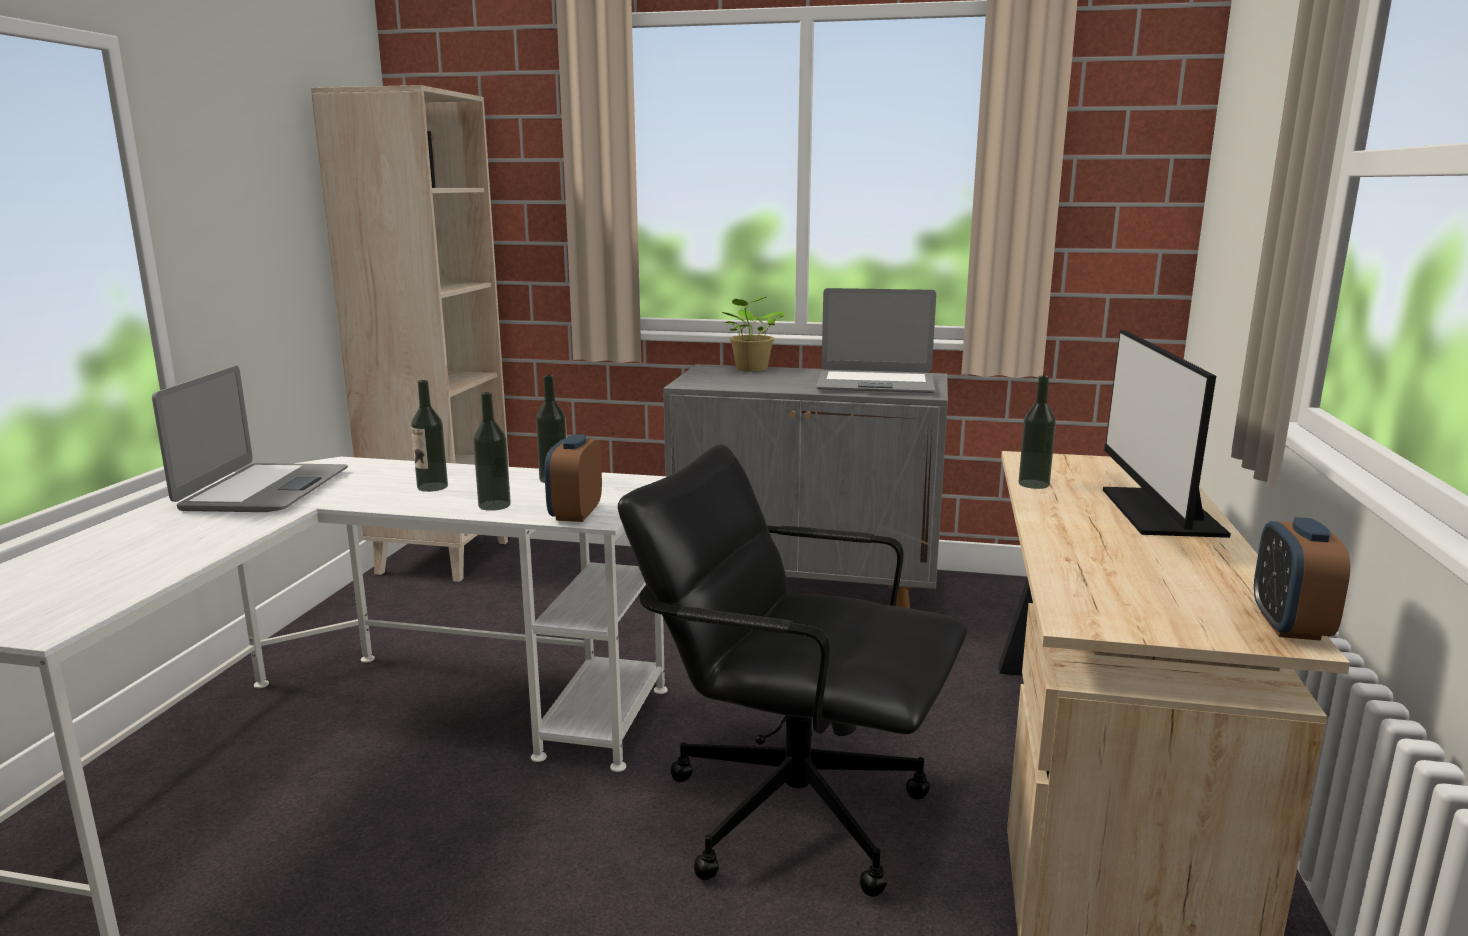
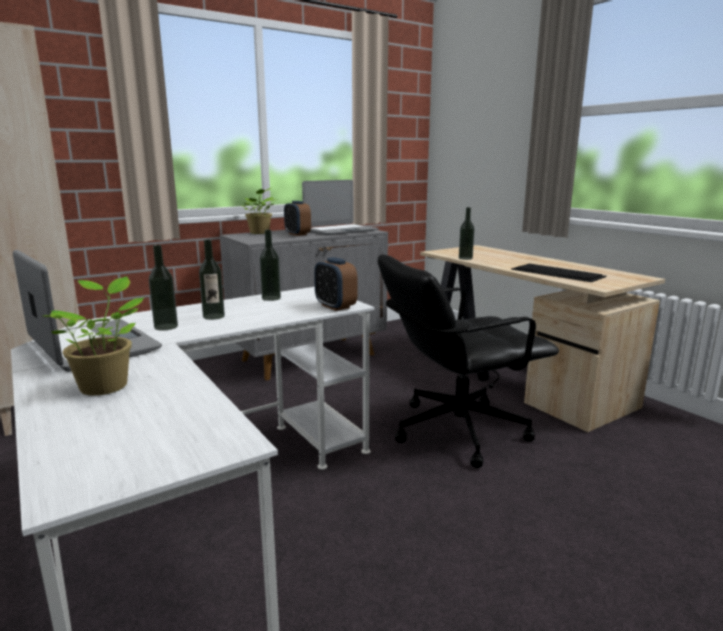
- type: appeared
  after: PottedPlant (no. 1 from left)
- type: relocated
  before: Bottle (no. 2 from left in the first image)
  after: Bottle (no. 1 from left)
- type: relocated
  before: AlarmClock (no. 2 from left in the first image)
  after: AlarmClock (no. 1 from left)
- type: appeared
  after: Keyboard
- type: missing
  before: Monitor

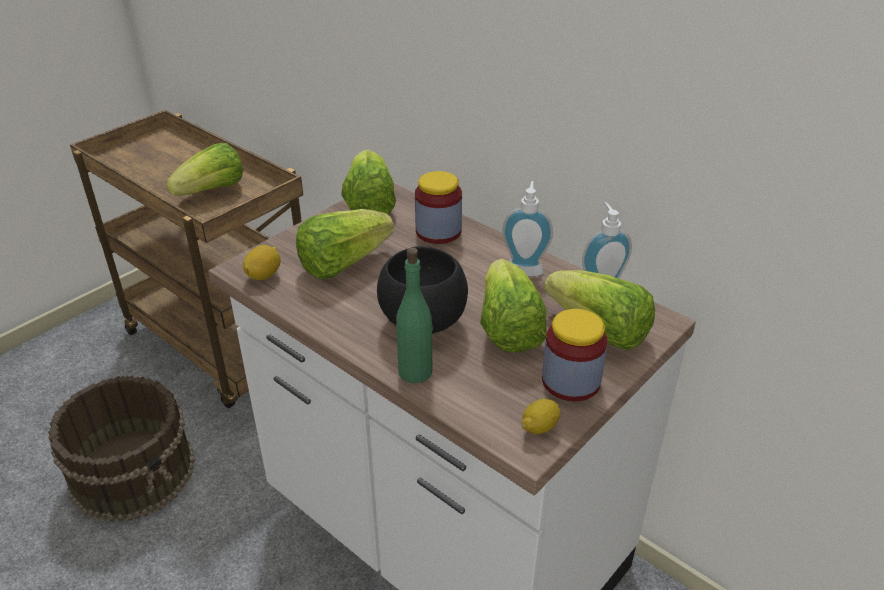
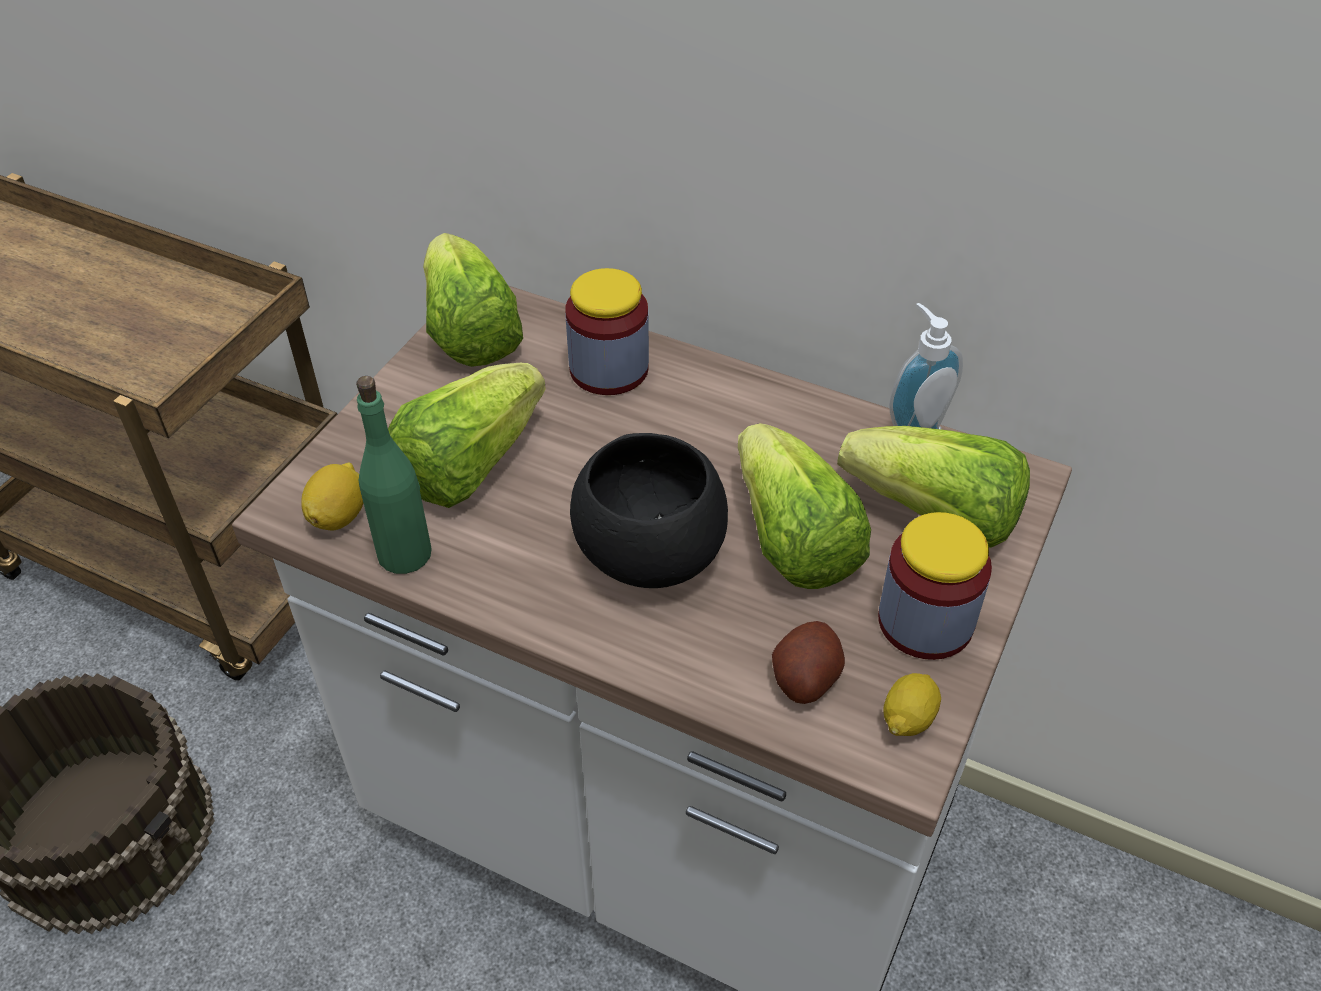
- type: relocated
  before: GreenBottle
- type: appeared
  after: Potato
- type: missing
  before: Lettuce (no. 1 from left)
- type: missing
  before: SoapDispenser (no. 1 from left)

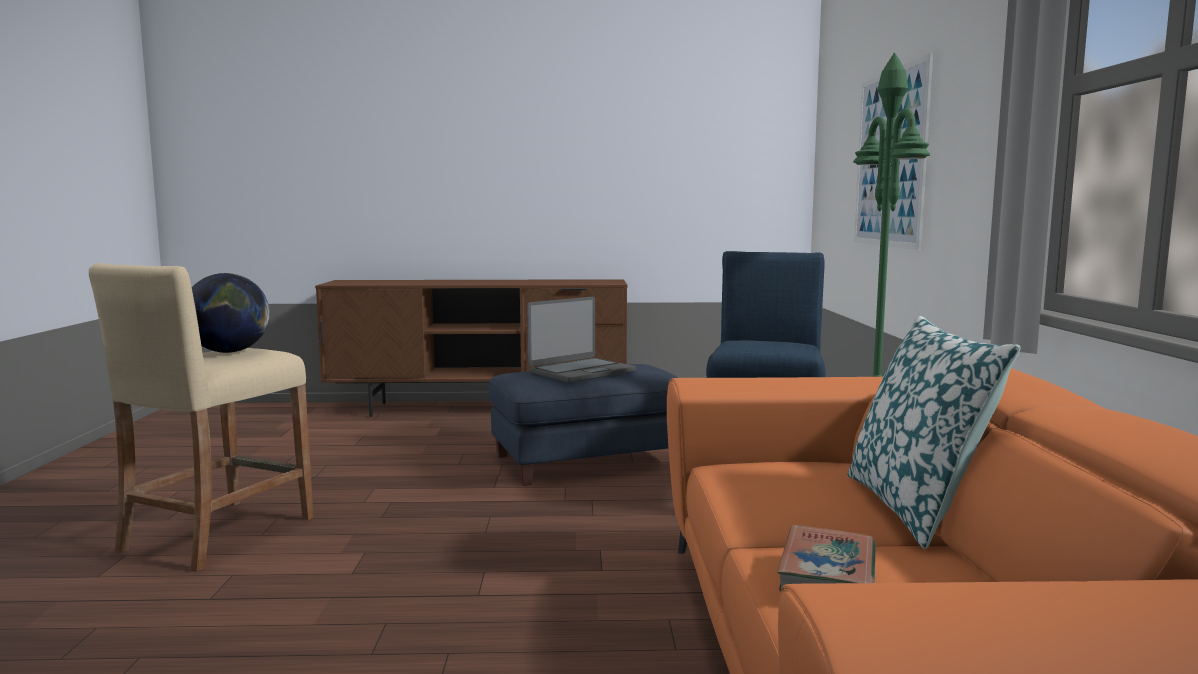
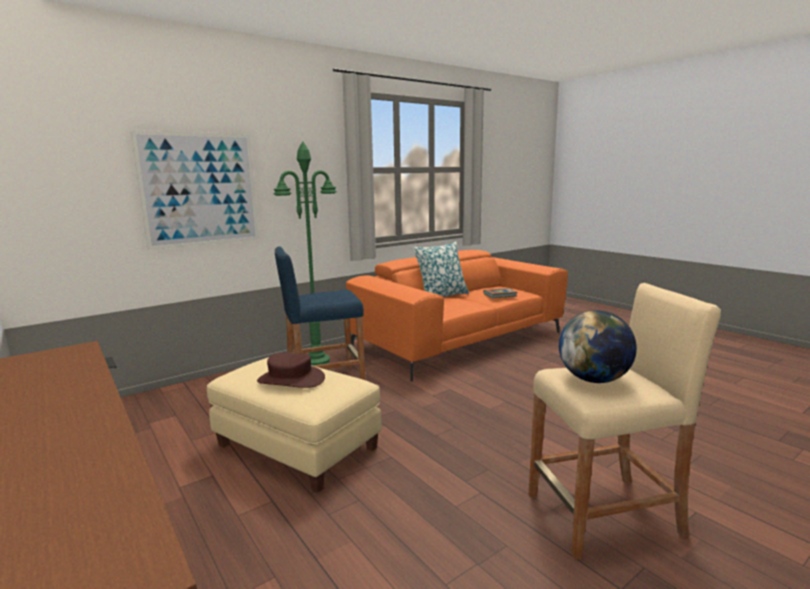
- type: colour
  before: BlueOttoman
  after: BeigeOttoman
- type: exchanged
  before: Laptop
  after: BrownHat

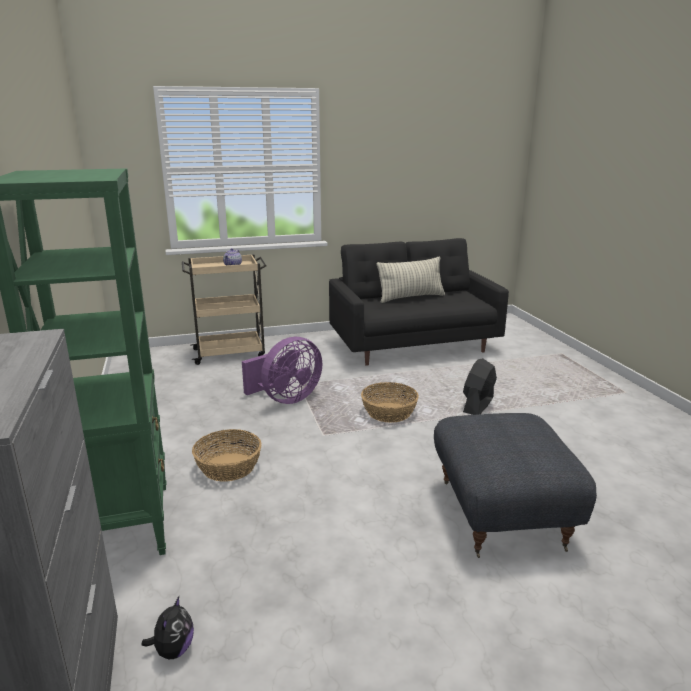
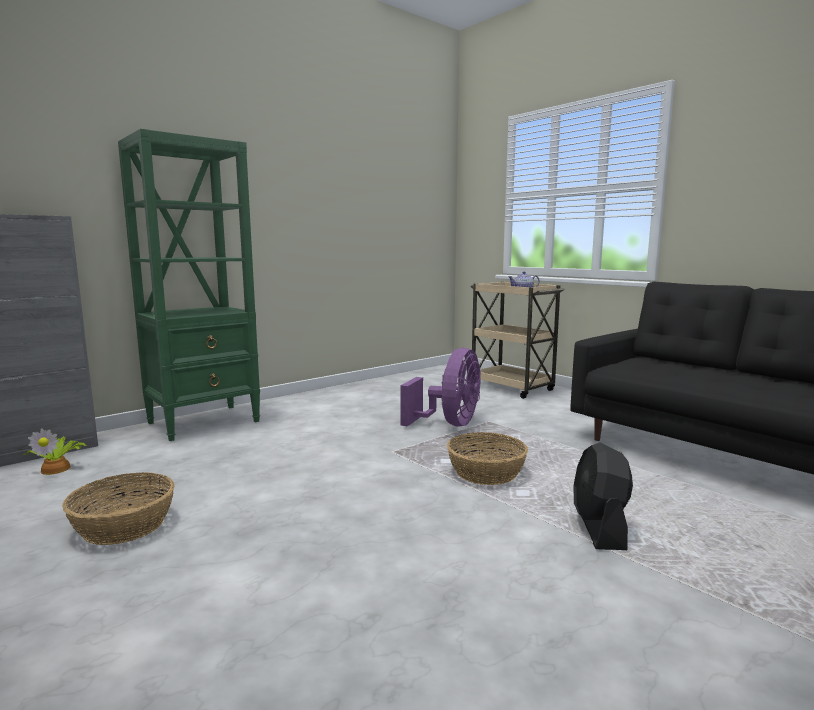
- type: exchanged
  before: PlushToy
  after: PottedPlant
- type: relocated
  before: Basket (no. 1 from left)
- type: spun
  before: PurpleFan
  turn: -90
- type: spun
  before: BlackFan
  turn: -90
- type: missing
  before: Pillow
- type: missing
  before: GreyOttoman

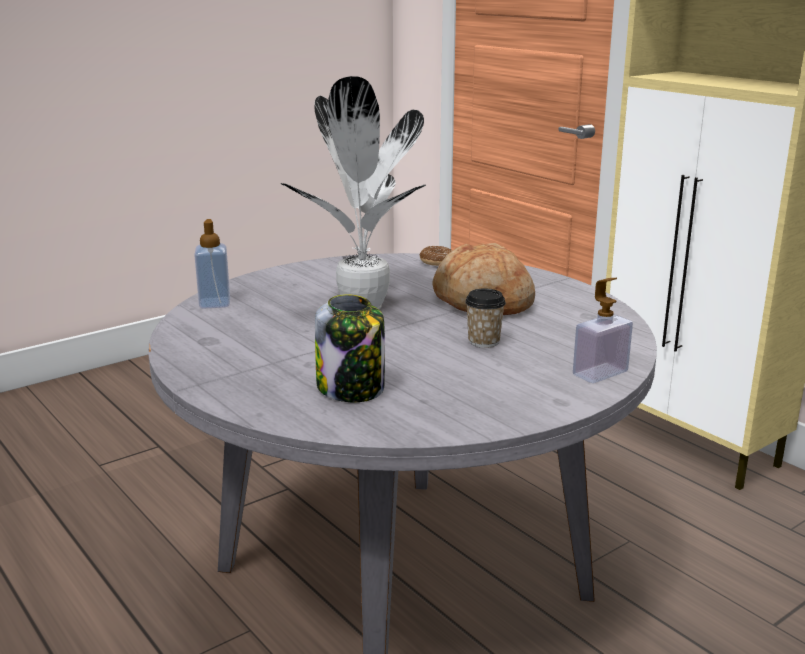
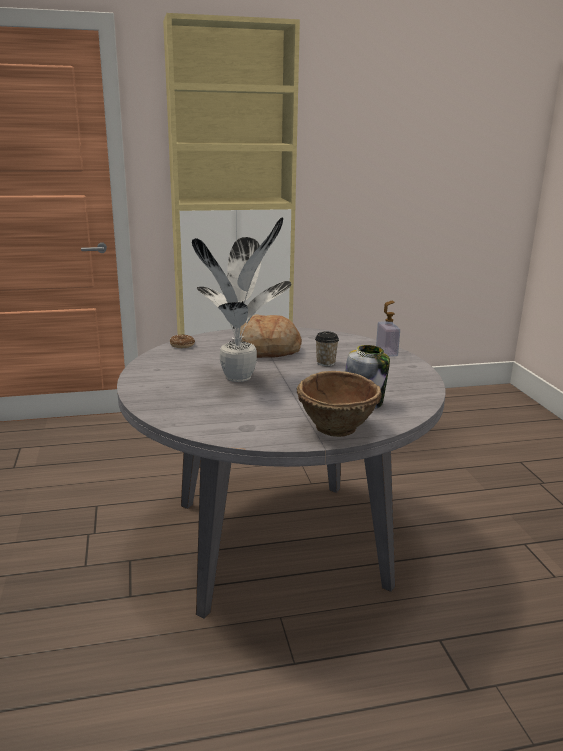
- type: appeared
  after: BrownBowl
- type: missing
  before: SoapDispenser (no. 1 from left)

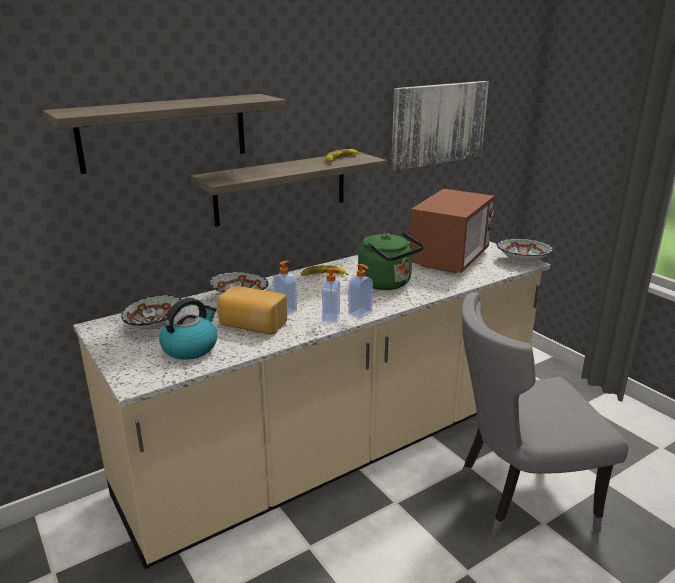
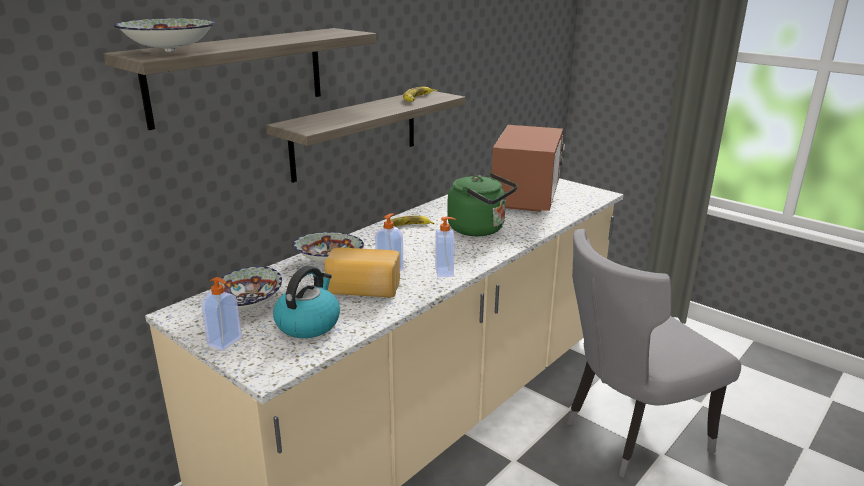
- type: relocated
  before: Bowl (no. 3 from left in the first image)
  after: Bowl (no. 1 from left)
- type: relocated
  before: SoapDispenser (no. 3 from left in the first image)
  after: SoapDispenser (no. 1 from left)
- type: missing
  before: Picture

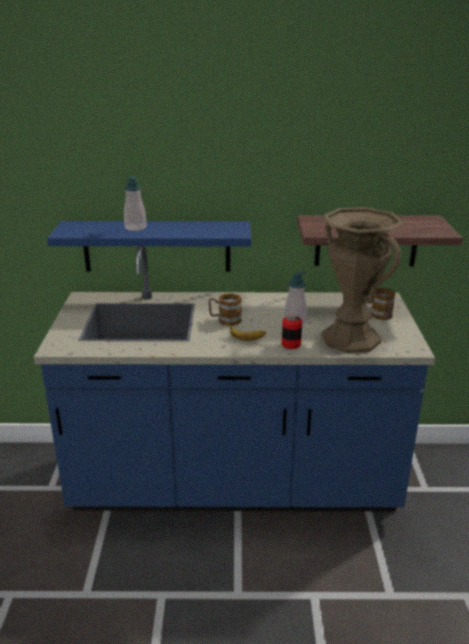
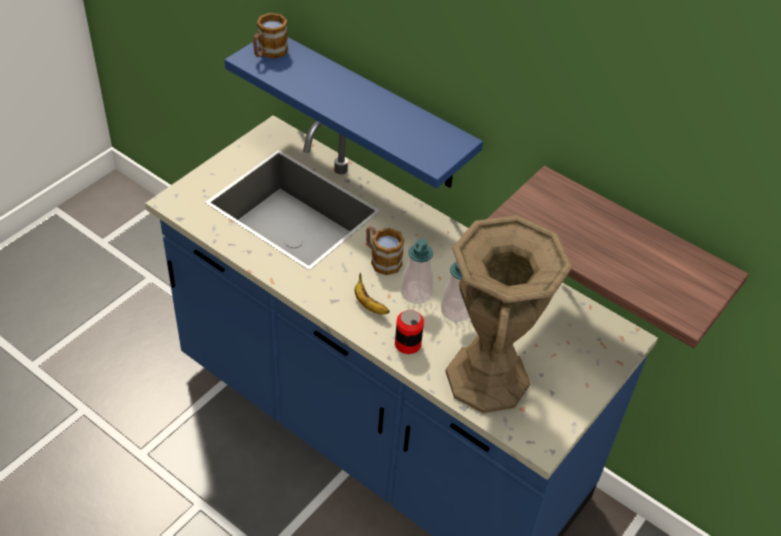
- type: relocated
  before: Mug (no. 2 from left in the first image)
  after: Mug (no. 1 from left)
- type: relocated
  before: SoapDispenser (no. 1 from left)

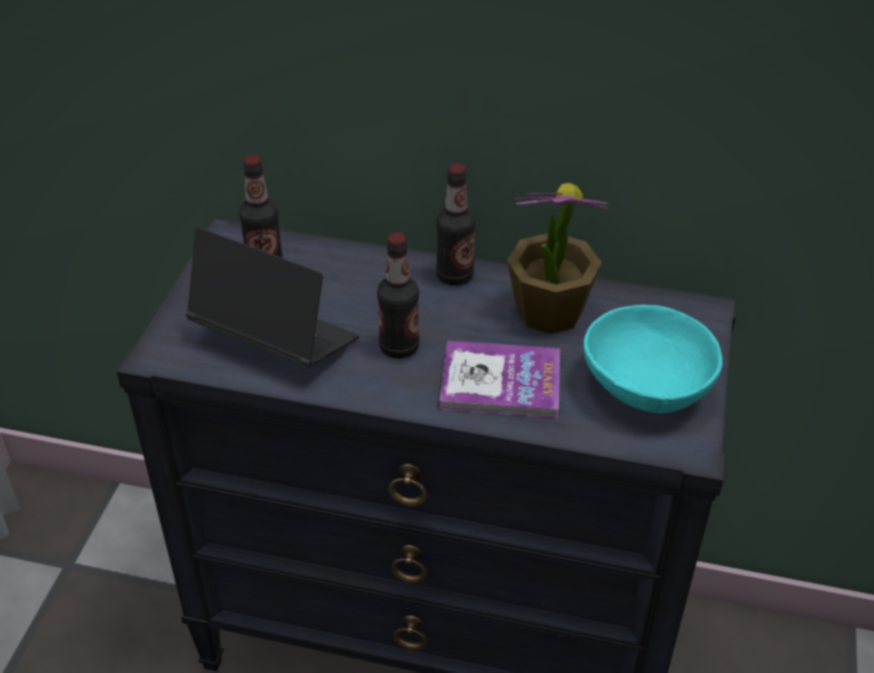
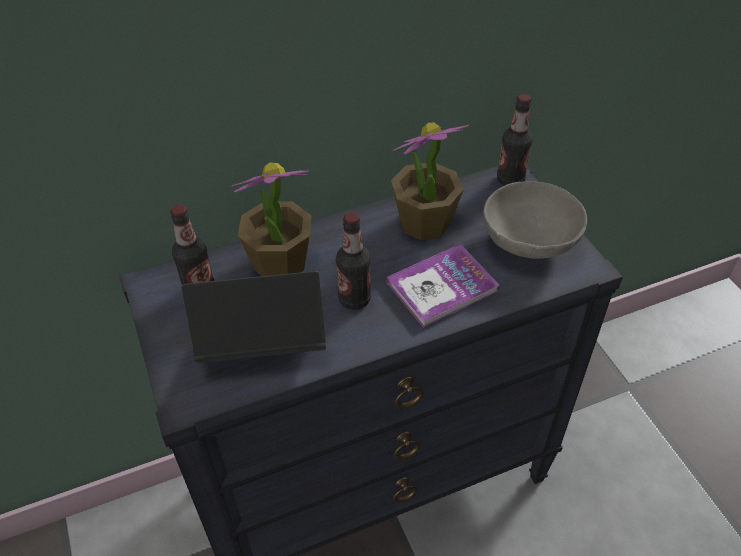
- type: appeared
  after: PottedPlant (no. 1 from left)
- type: colour
  before: TurquoiseBowl
  after: GreyBowl
- type: relocated
  before: Bottle (no. 3 from left)

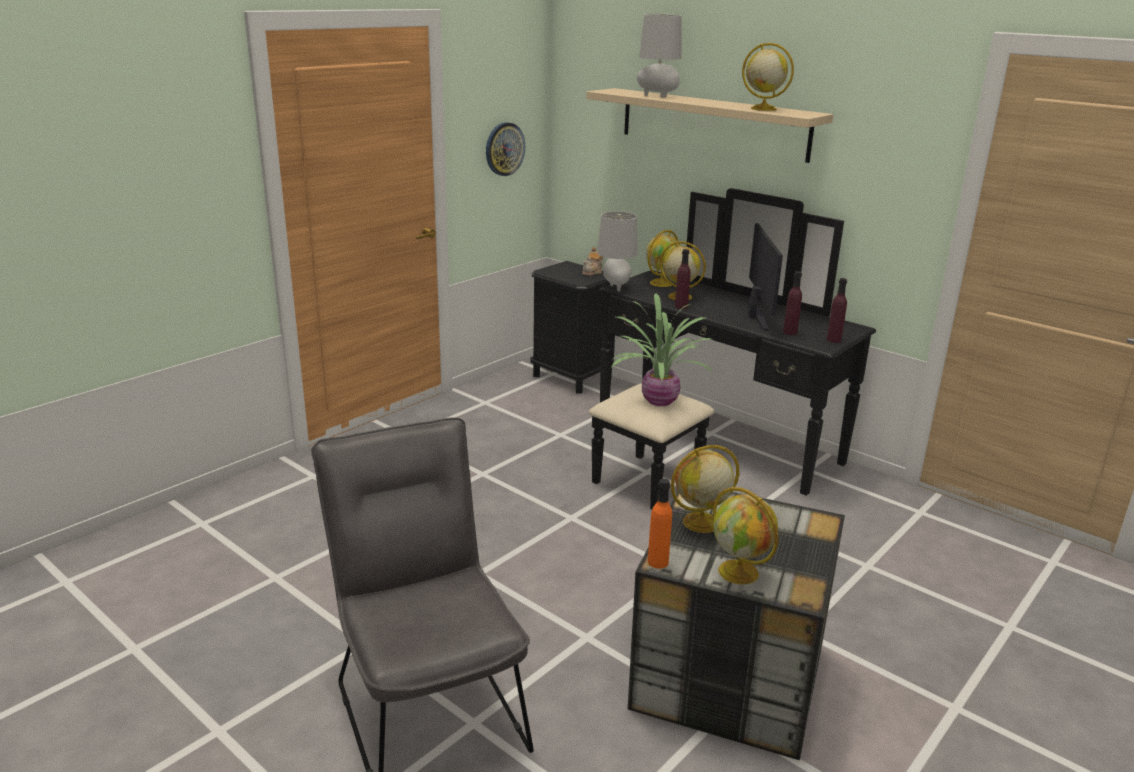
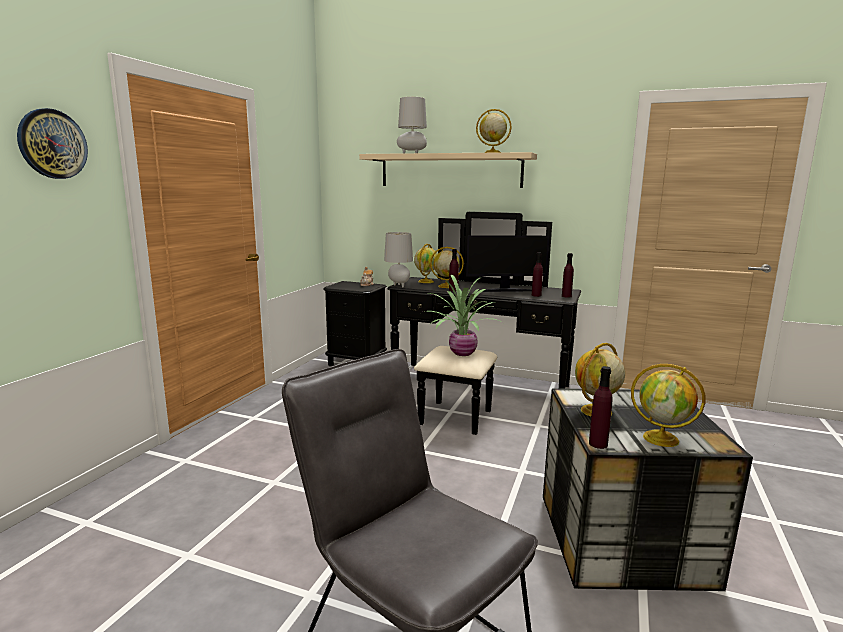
- type: relocated
  before: WallClock
- type: spun
  before: Monitor
  turn: 105
- type: colour
  before: OrangeBottle
  after: PurpleBottle (no. 4 from left)

